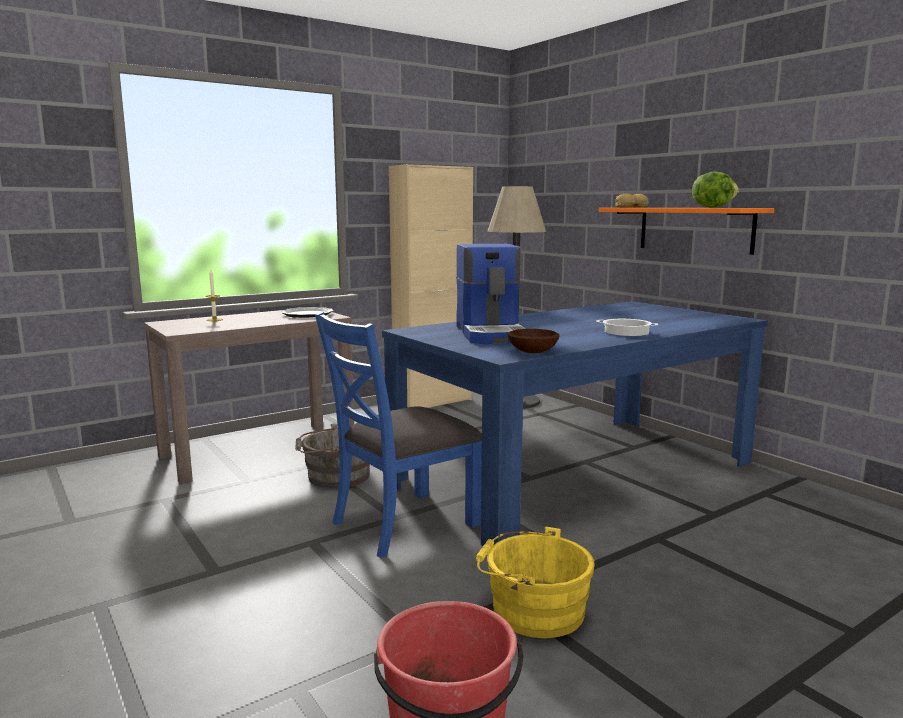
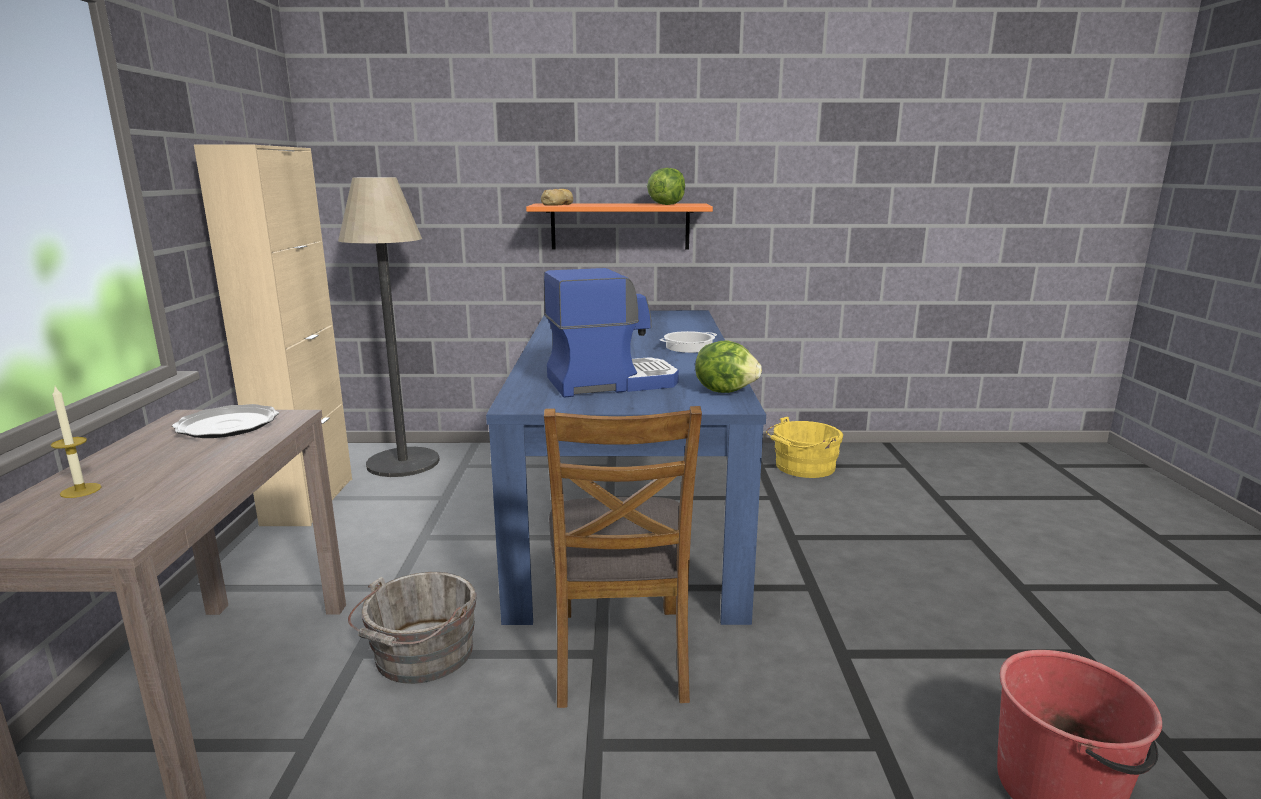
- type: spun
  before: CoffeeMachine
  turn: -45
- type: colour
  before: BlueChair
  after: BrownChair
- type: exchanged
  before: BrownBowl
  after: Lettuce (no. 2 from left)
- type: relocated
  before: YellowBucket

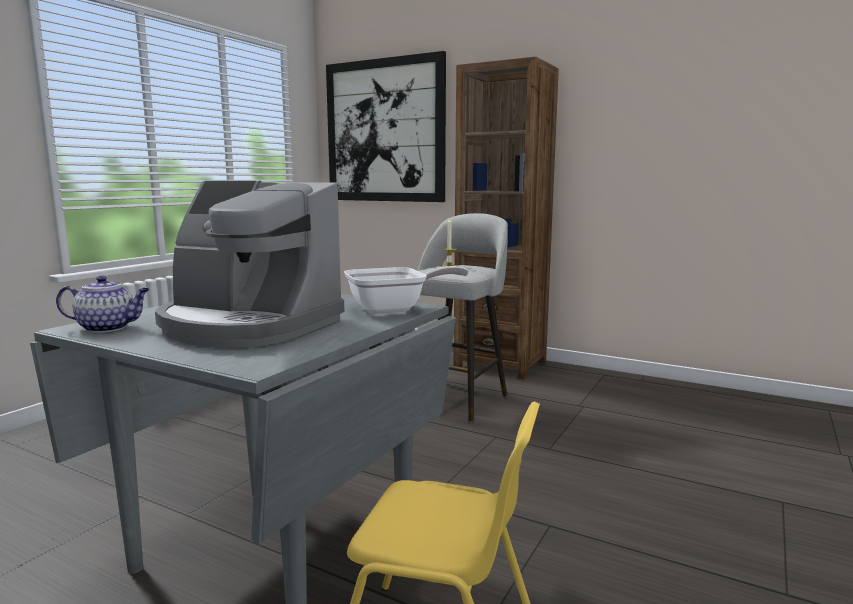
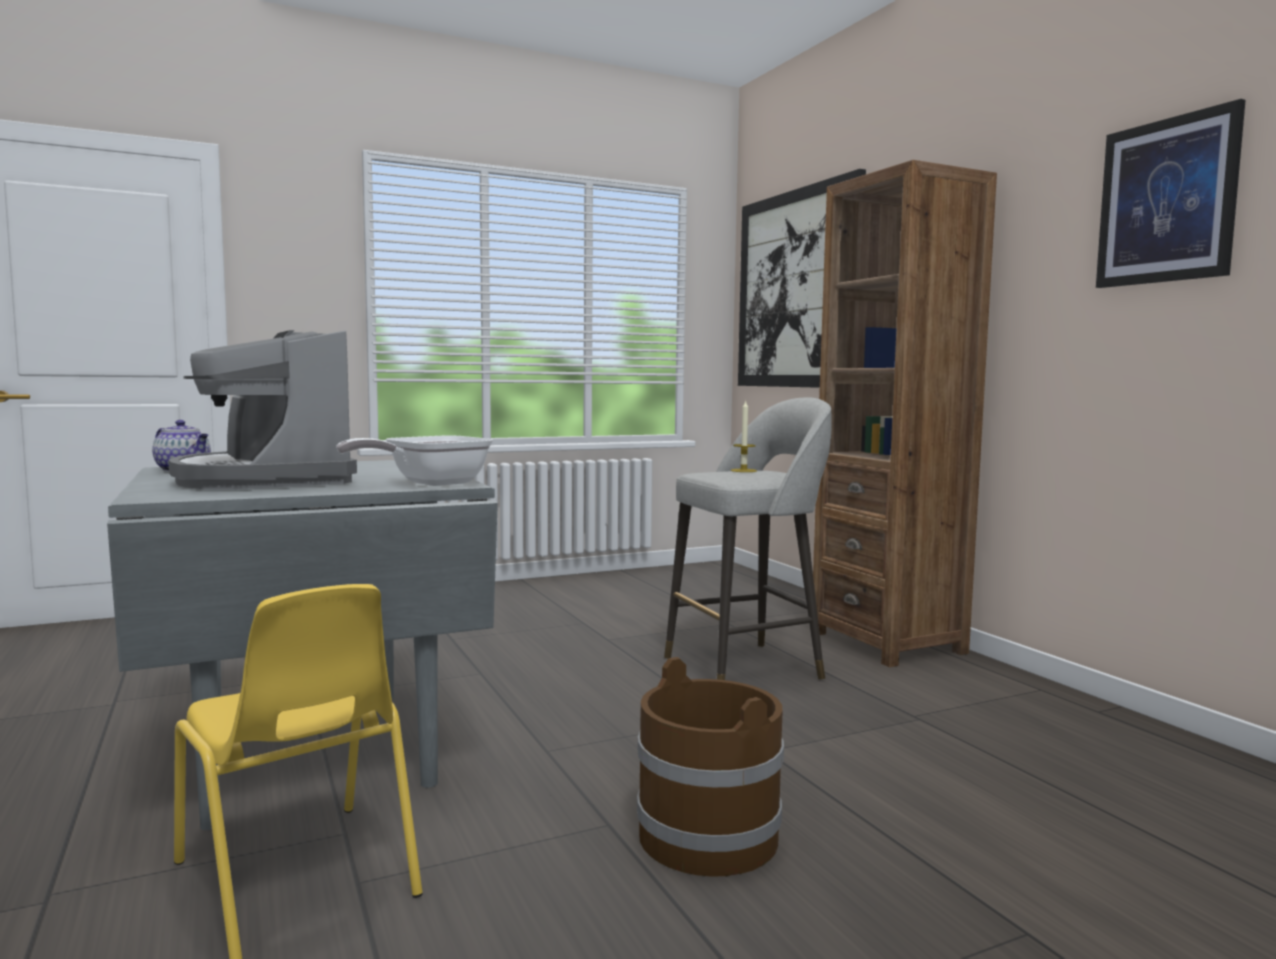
- type: spun
  before: FryingPan
  turn: 120
- type: appeared
  after: BrownBucket
- type: appeared
  after: Picture (no. 2 from left)

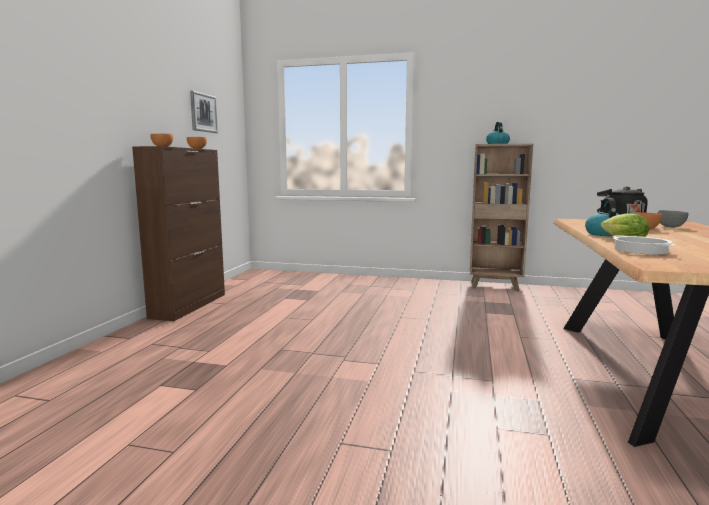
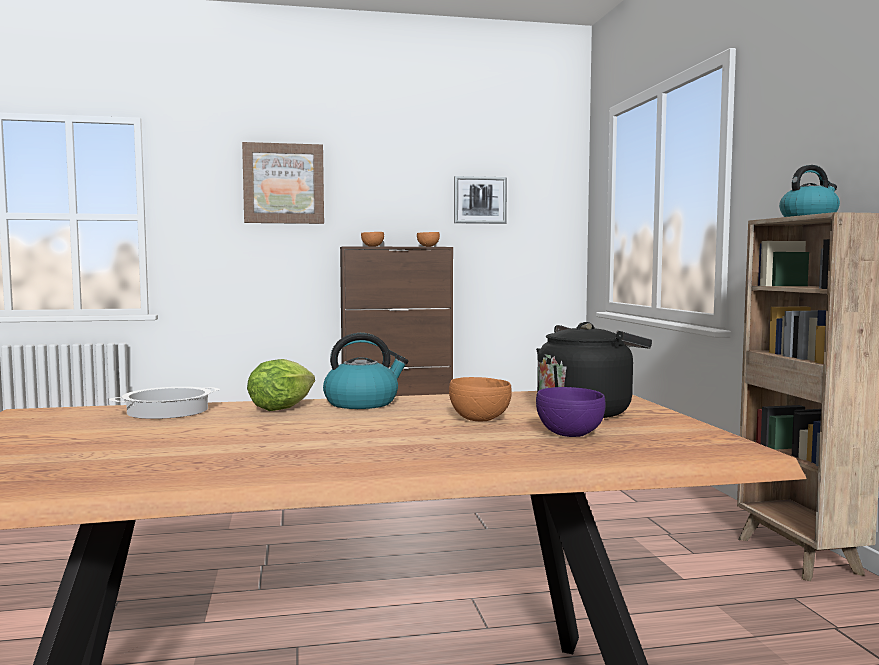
- type: appeared
  after: Picture (no. 1 from left)
- type: colour
  before: GreyBowl
  after: PurpleBowl

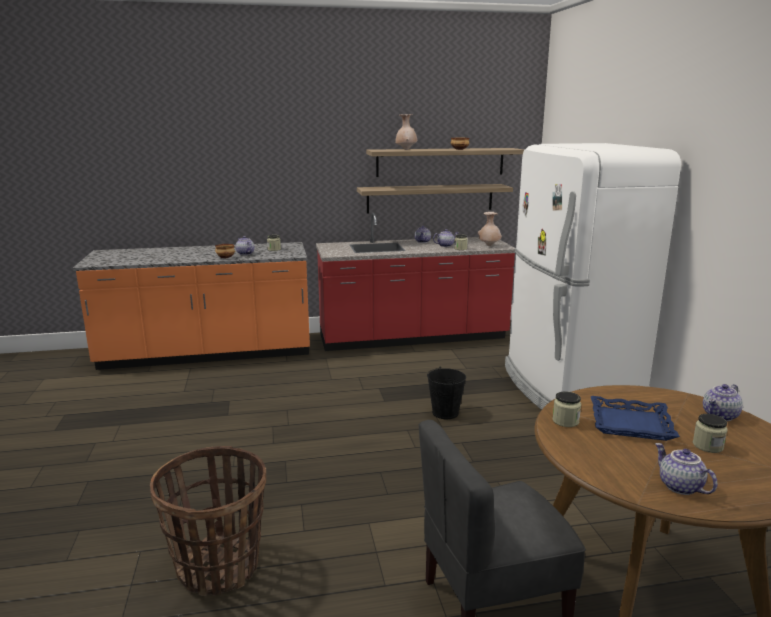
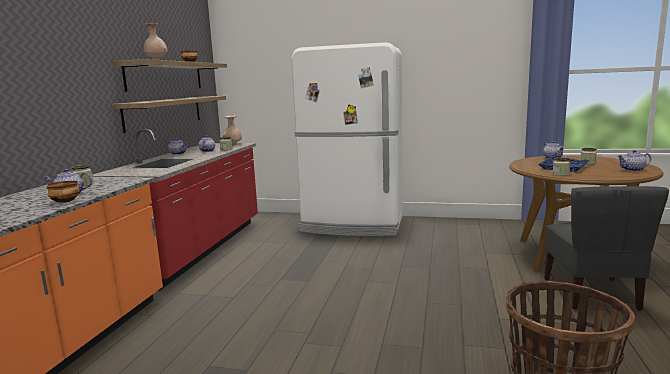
- type: missing
  before: BlackBucket

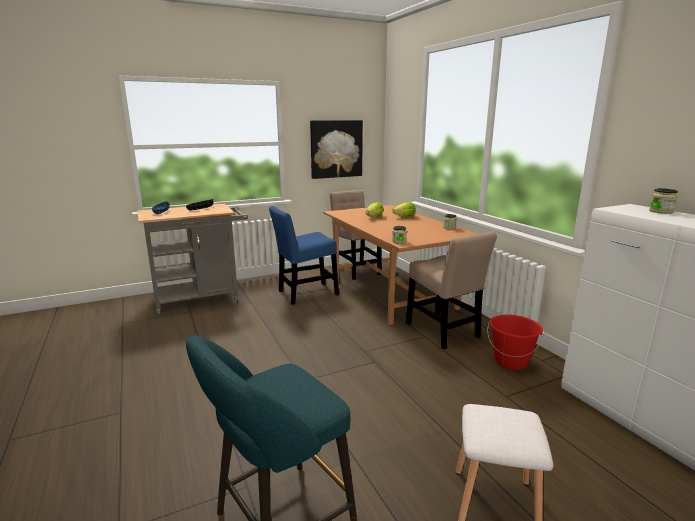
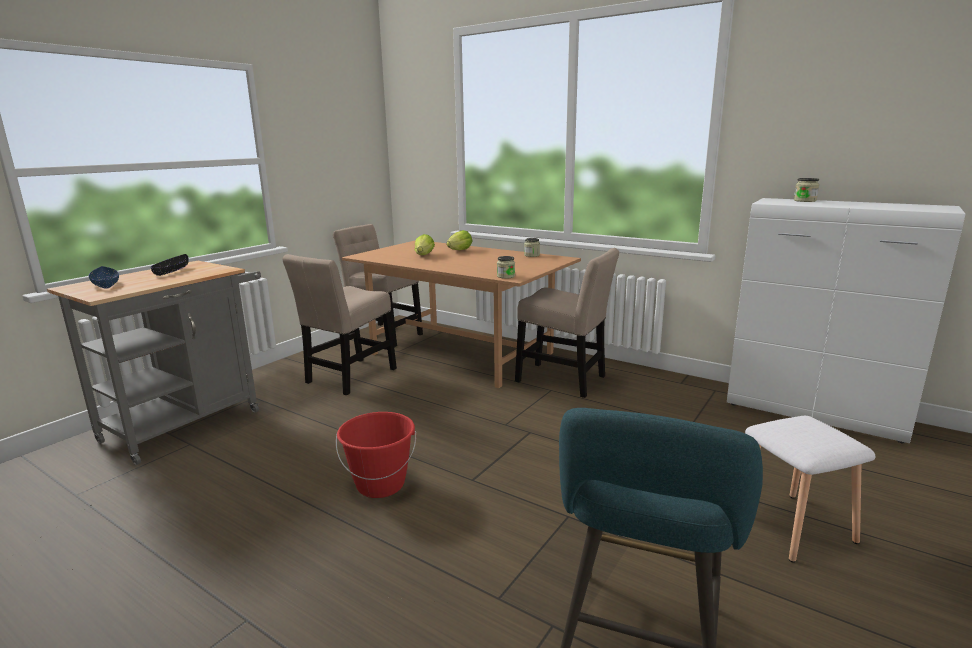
- type: colour
  before: BlueChair
  after: BeigeChair (no. 1 from left)
- type: relocated
  before: RedBucket
- type: missing
  before: Picture

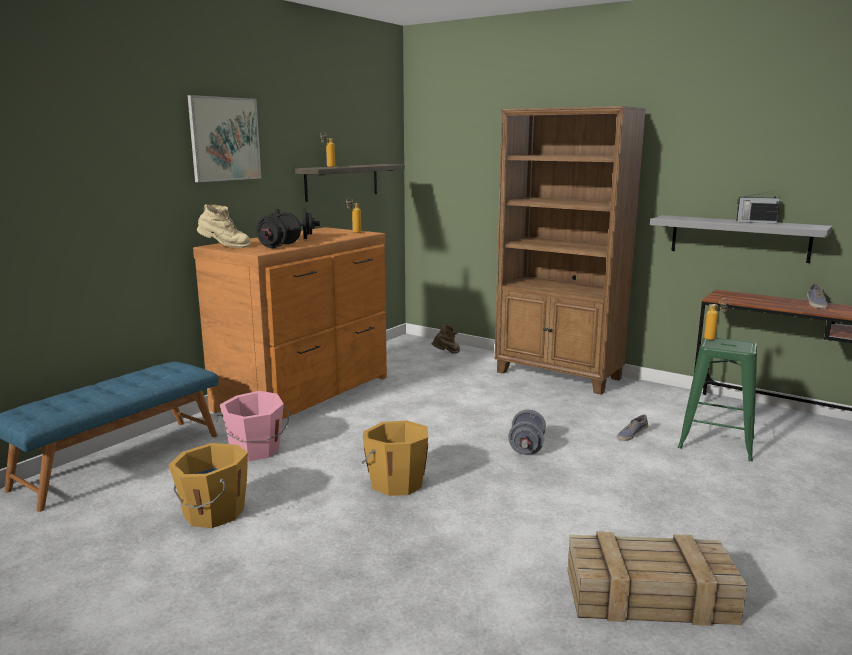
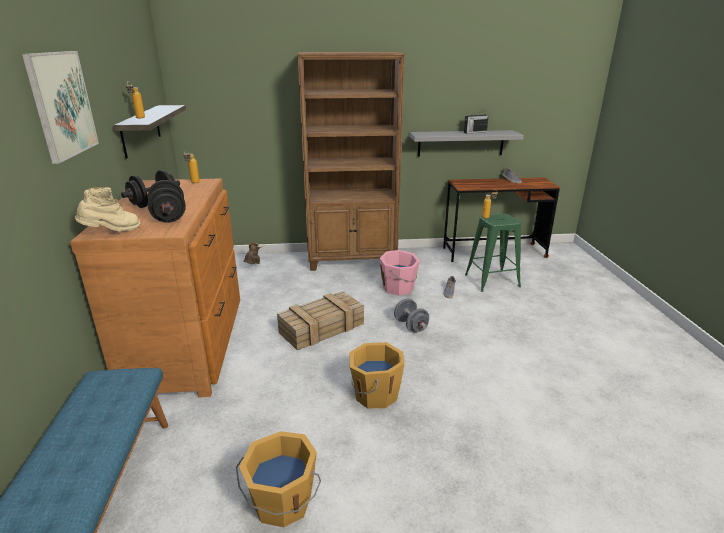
- type: relocated
  before: Crate
- type: relocated
  before: PinkBucket

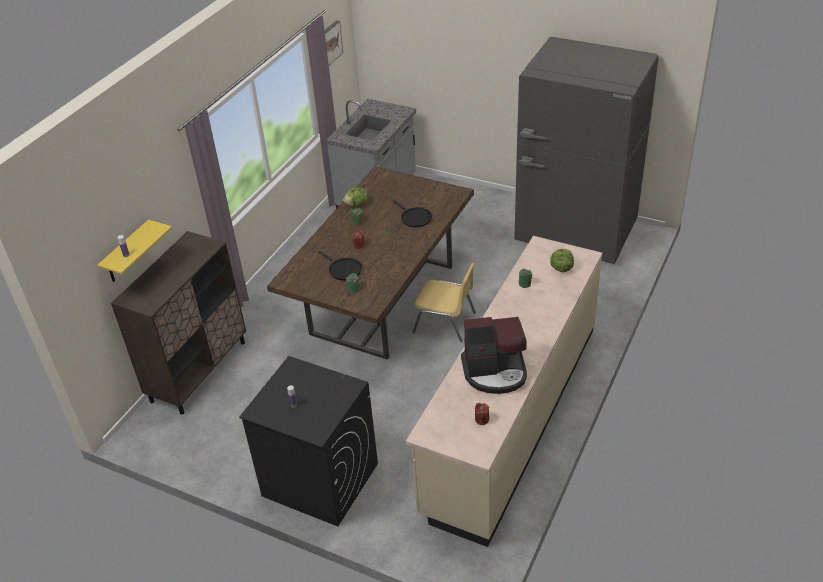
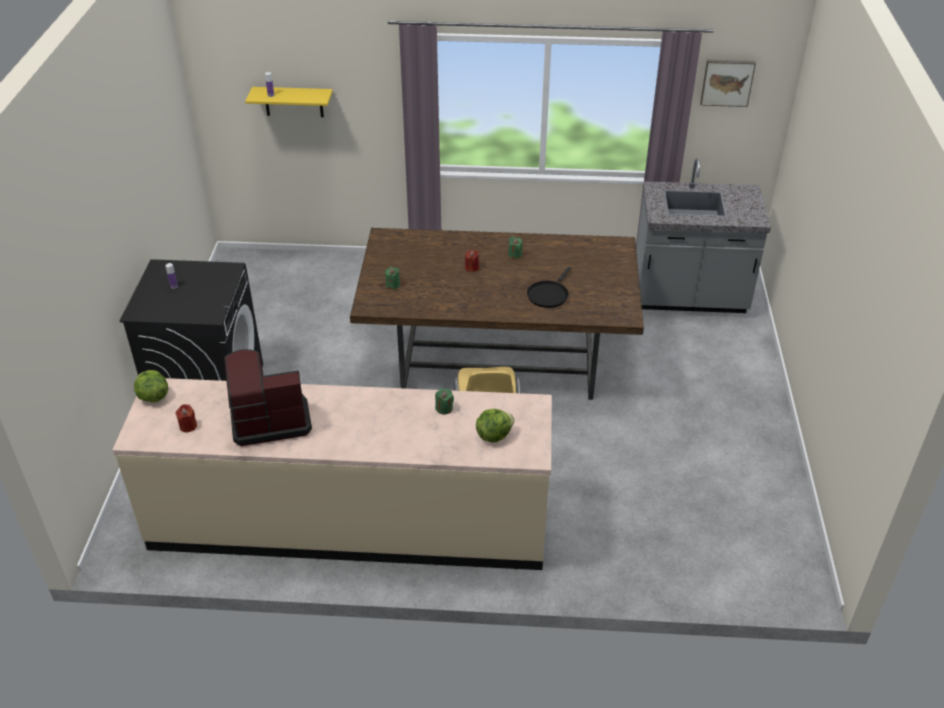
- type: relocated
  before: Lettuce (no. 1 from left)
- type: spun
  before: CoffeeMachine
  turn: 105
- type: missing
  before: BrownCabinet
- type: missing
  before: BlackFryingPan (no. 1 from left)
- type: missing
  before: GreyFridge

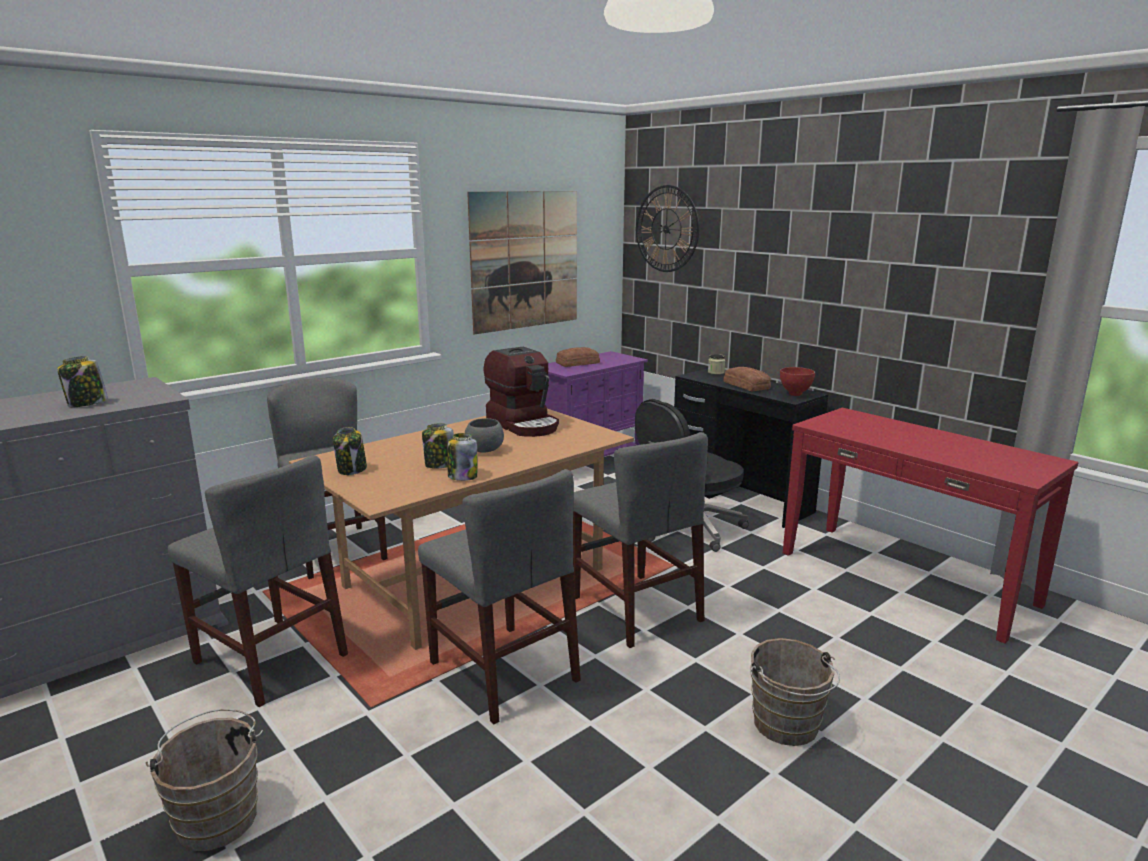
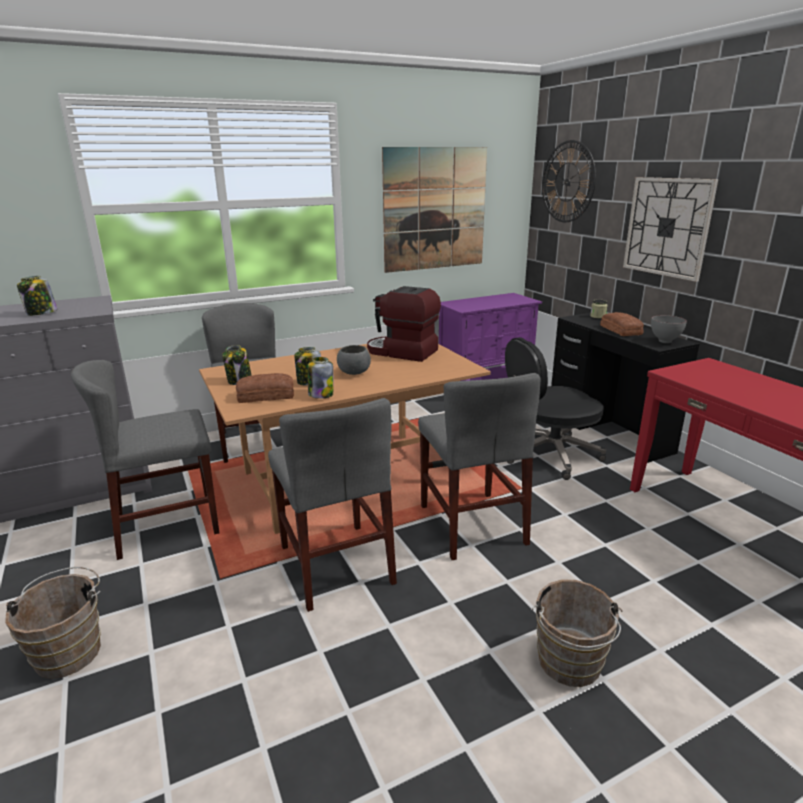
- type: spun
  before: GreyChair (no. 1 from left)
  turn: 105
- type: relocated
  before: Bread (no. 1 from left)
- type: spun
  before: CoffeeMachine
  turn: 135
- type: appeared
  after: WallClock (no. 2 from left)
- type: colour
  before: RedBowl
  after: GreyBowl (no. 2 from left)

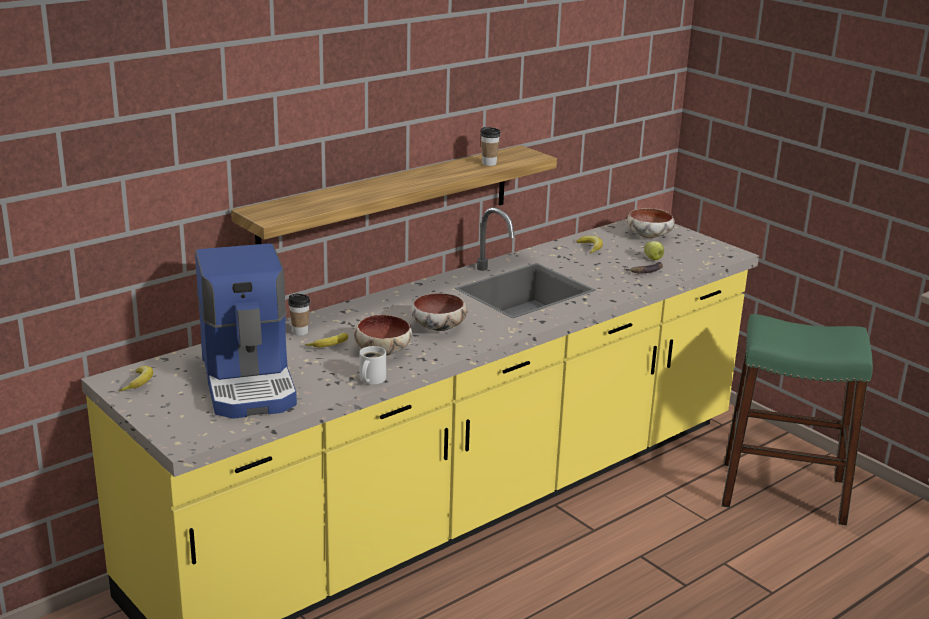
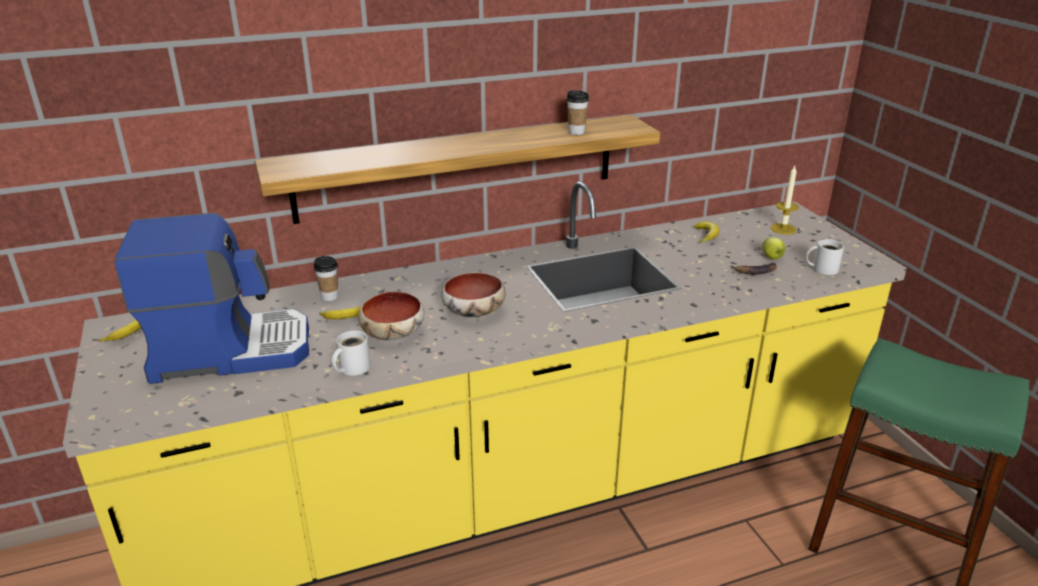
- type: spun
  before: CoffeeMachine
  turn: -105
- type: exchanged
  before: Bowl (no. 3 from left)
  after: Candle
- type: appeared
  after: WhiteMug (no. 2 from left)

